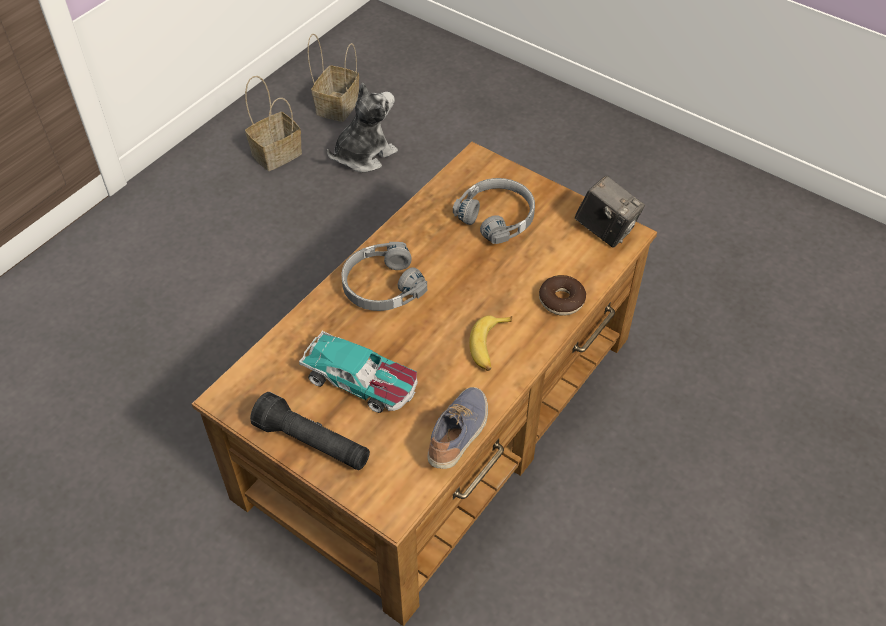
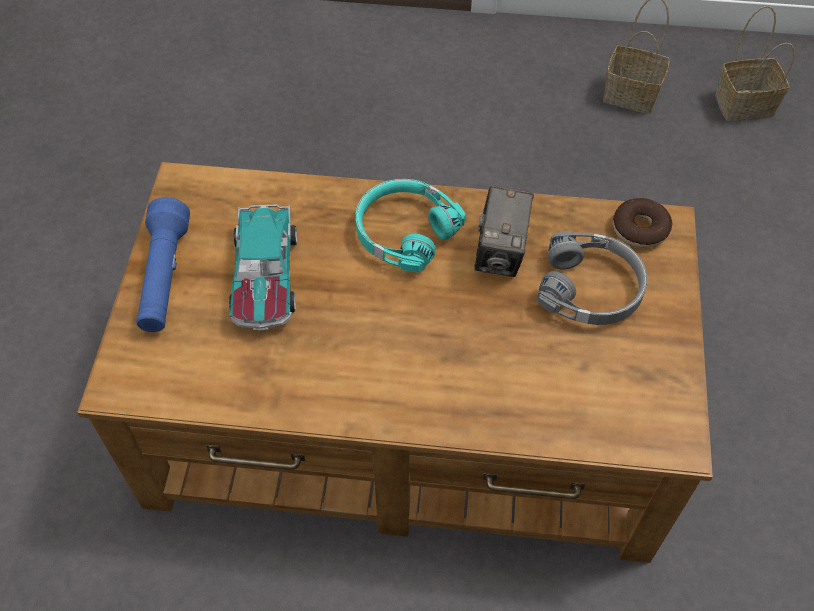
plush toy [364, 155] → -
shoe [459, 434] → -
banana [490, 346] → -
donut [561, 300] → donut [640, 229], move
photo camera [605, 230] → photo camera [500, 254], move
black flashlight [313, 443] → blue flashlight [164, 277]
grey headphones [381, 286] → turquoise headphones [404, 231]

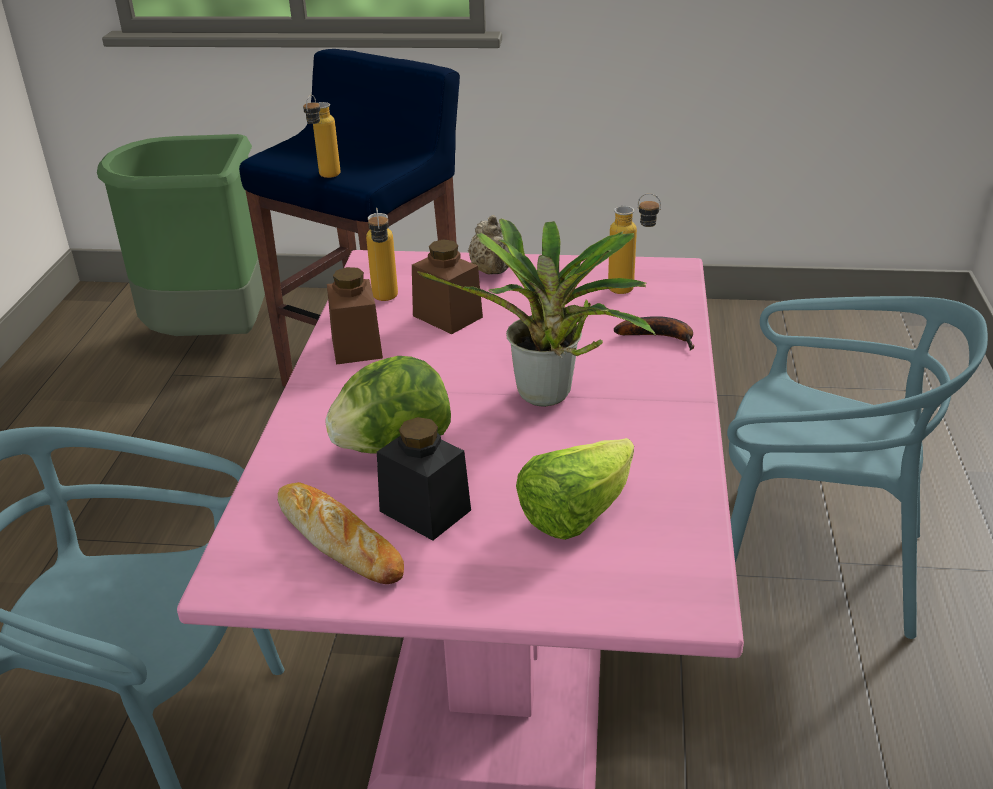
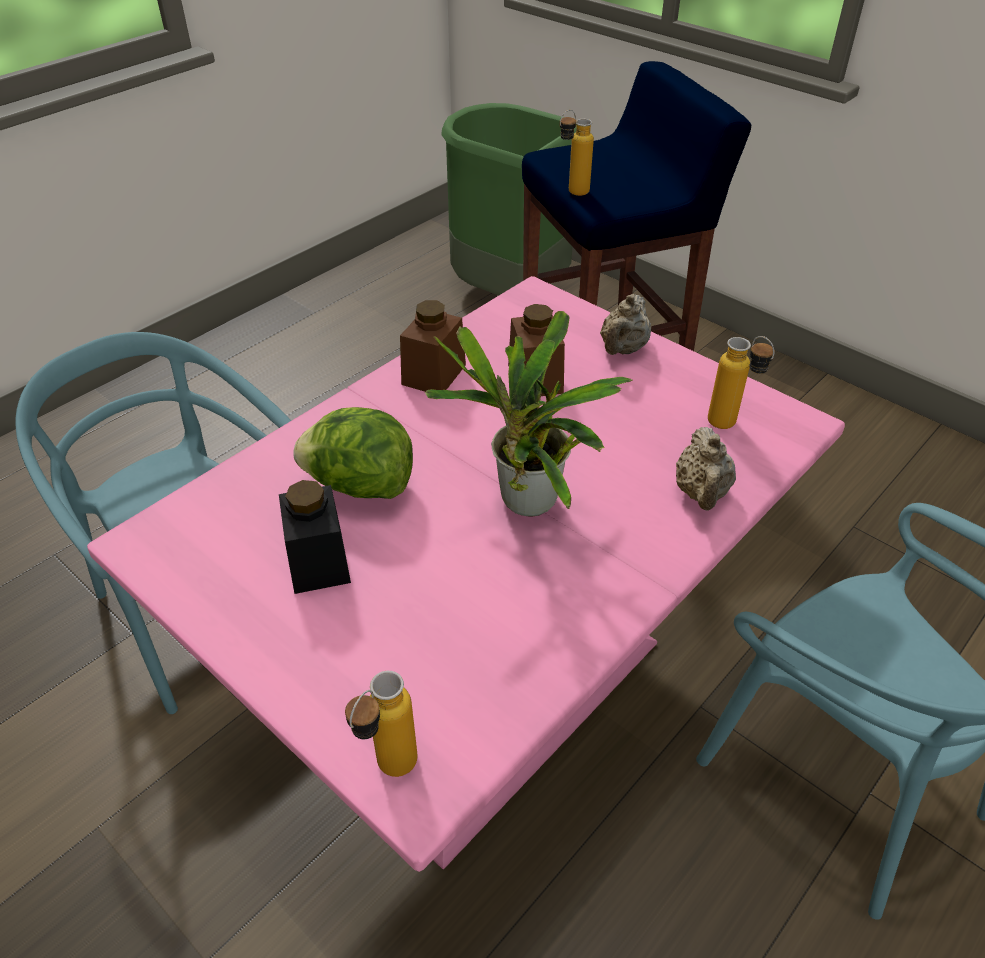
bread [339, 539] → -
lettuce [576, 513] → -
bottle [385, 301] → bottle [388, 774], move
banana [660, 337] → beige teapot [701, 493]

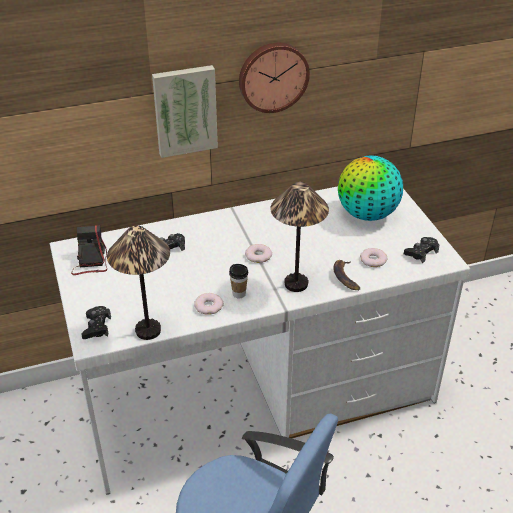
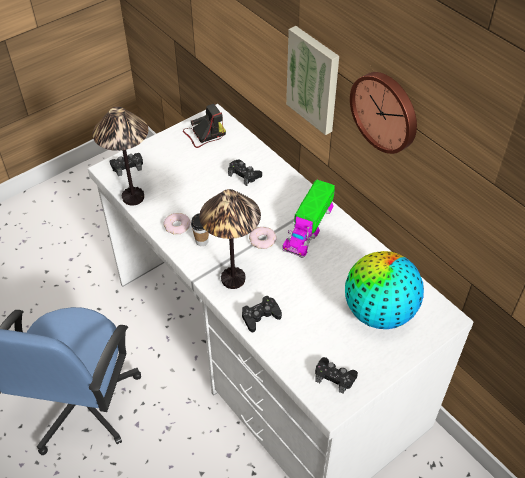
donut [373, 260] → -
- → toy truck [308, 228]
banana [345, 277] → black game controller [260, 316]

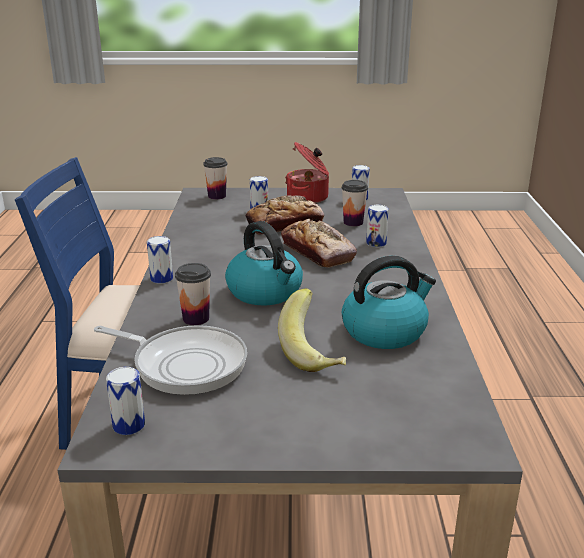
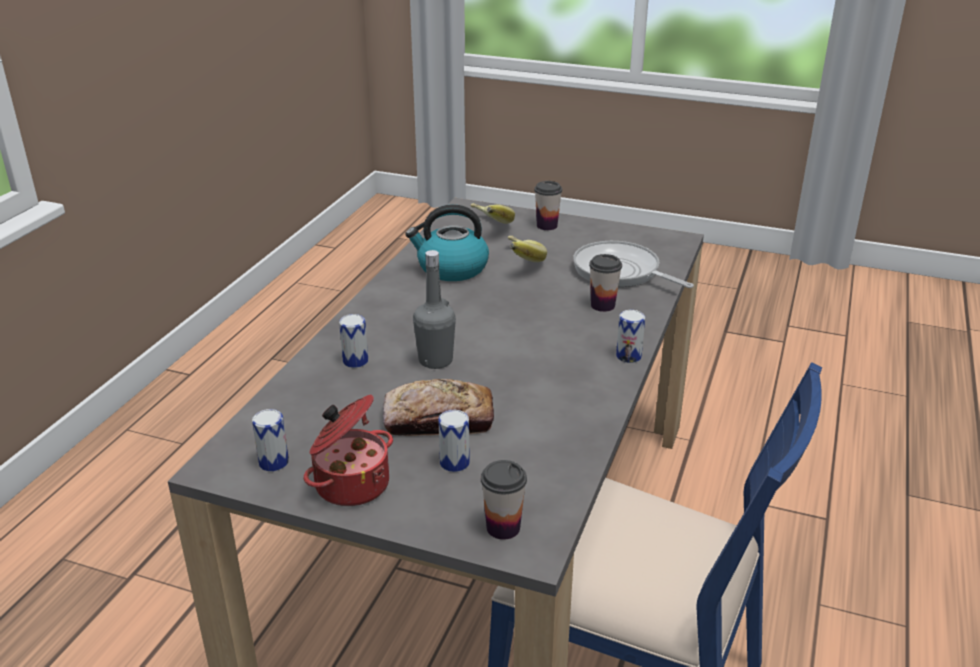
can [129, 425] → -
kettle [265, 292] → -
- → banana [487, 227]
cup [353, 222] → cup [547, 226], move
bread [317, 252] → grey bottle [435, 360]

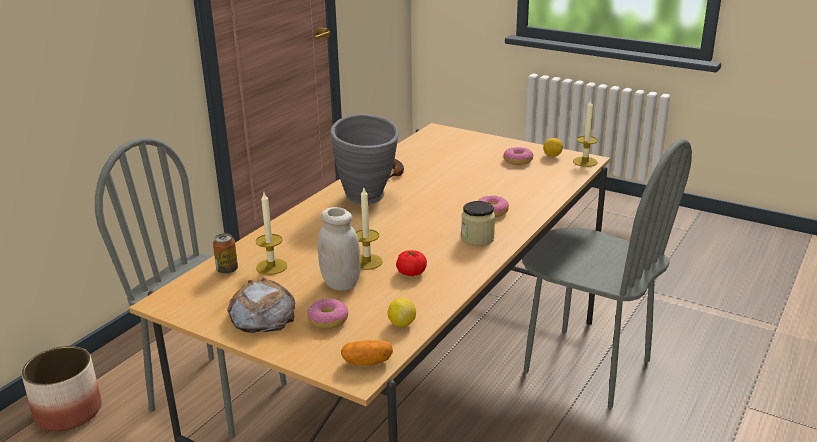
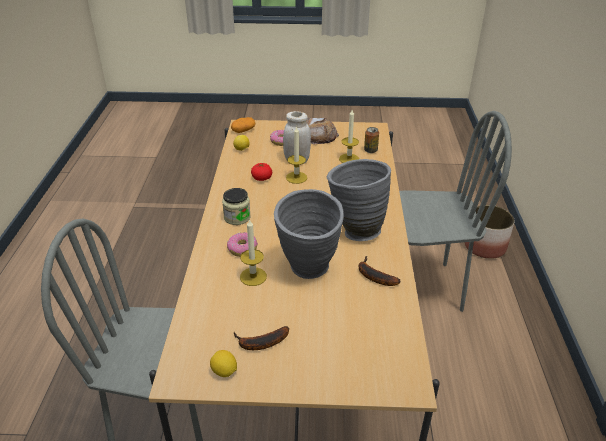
- → grey vase [309, 272]
candle [585, 162] → candle [253, 276], move
donut [518, 161] → banana [260, 343]

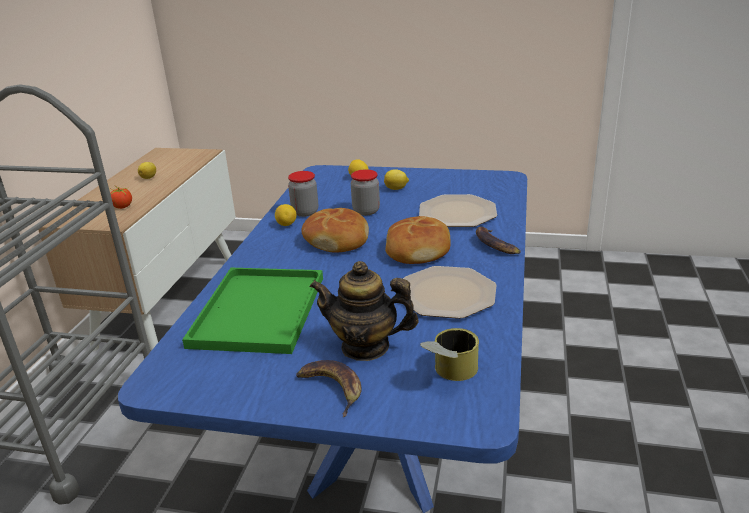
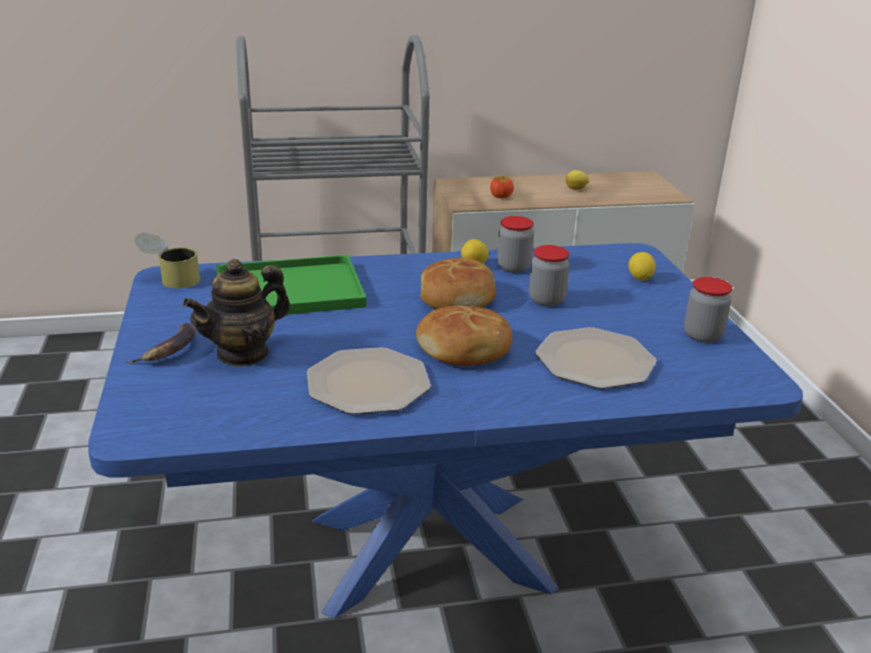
lemon [396, 189] → -
banana [494, 245] → -
- → jar [702, 335]
can [448, 374] → can [170, 279], move
teapot [365, 346] → teapot [243, 353], 120 degrees counterclockwise

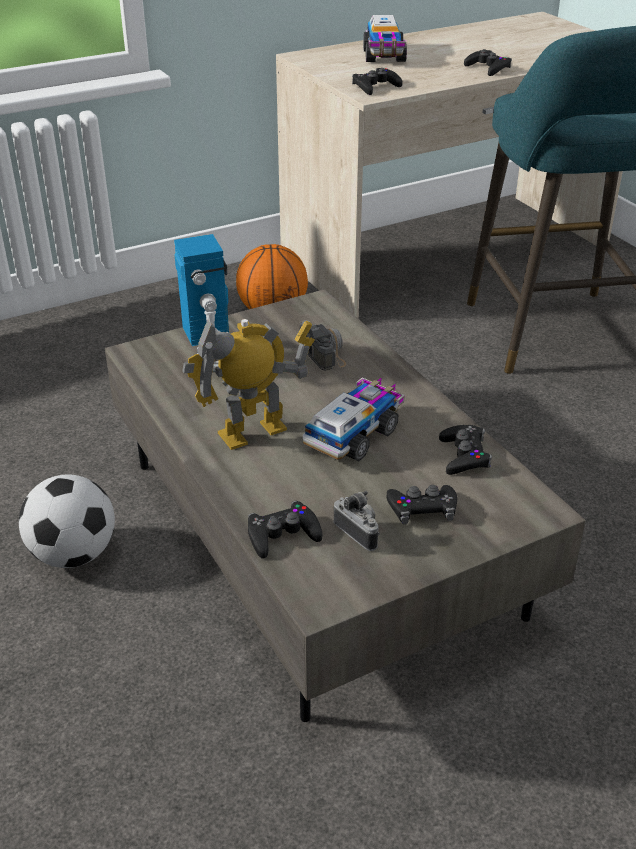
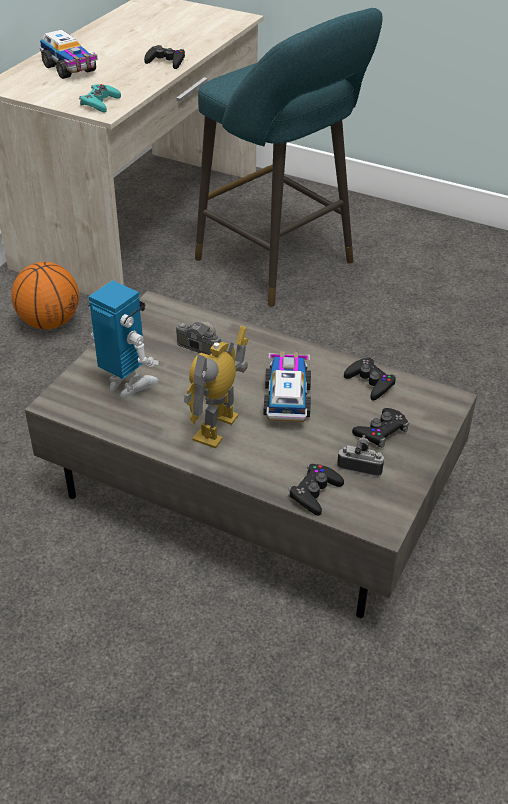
football [74, 554] → -
black game controller [375, 87] → turquoise game controller [100, 103]

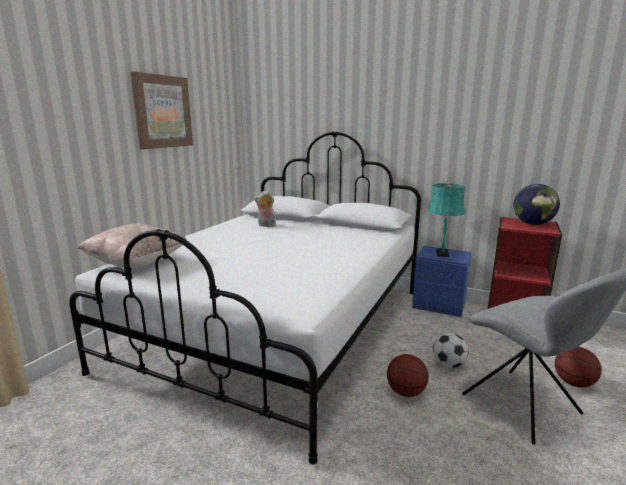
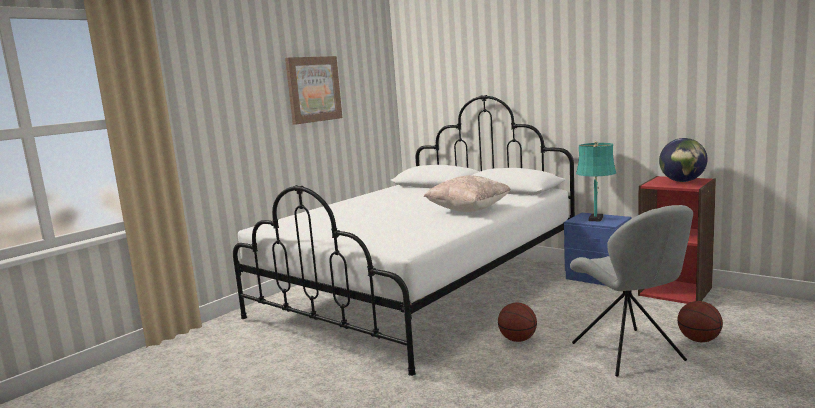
plush toy [266, 225] → -
football [448, 364] → -
beige pillow [137, 263] → beige pillow [468, 210], move

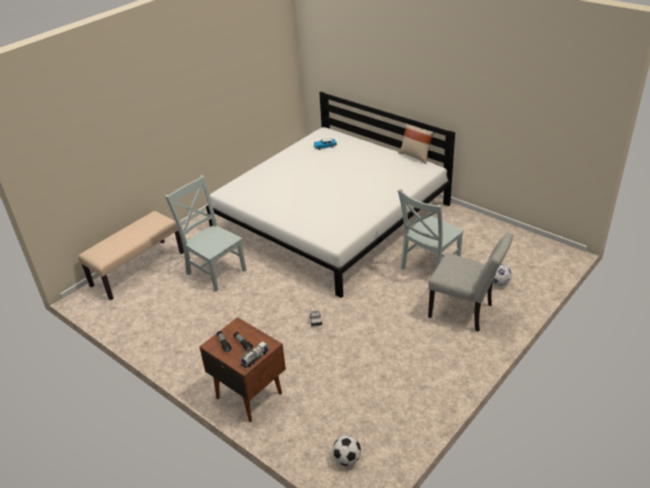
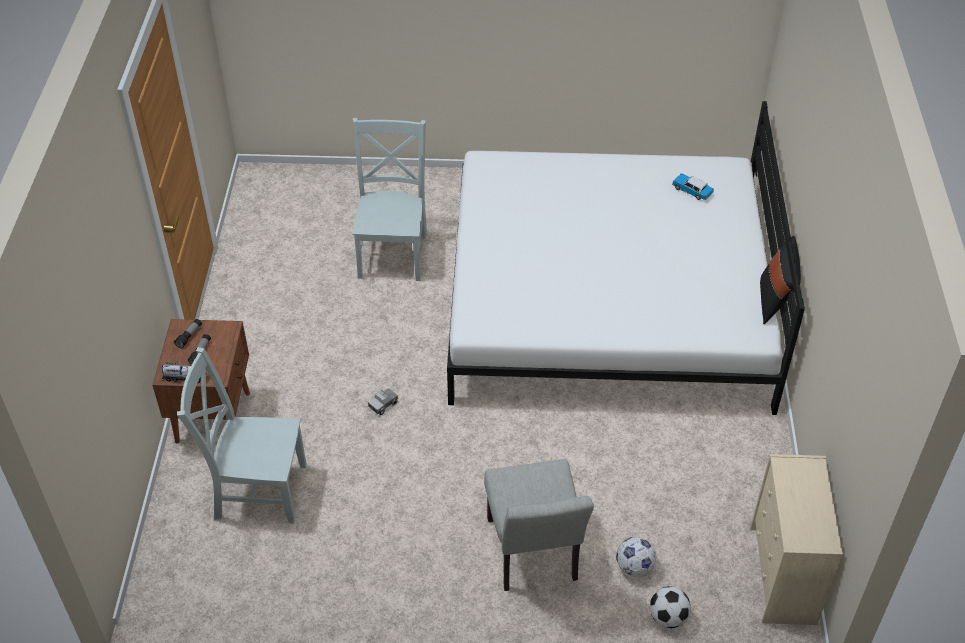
beige bench [138, 269] → -
- → beige dresser [782, 576]
football [347, 459] → football [668, 617], move
grey chair [428, 267] → grey chair [256, 490], move
beige pillow [416, 156] → black pillow [774, 301]

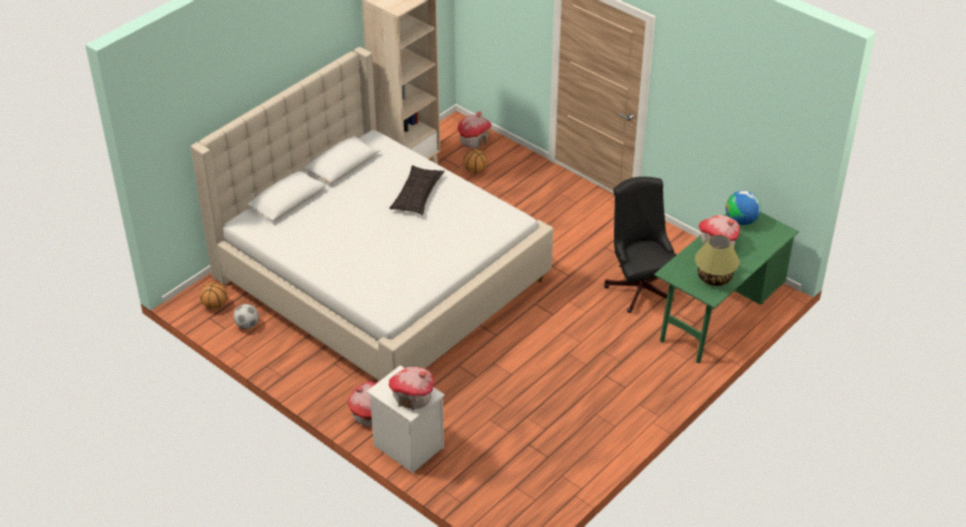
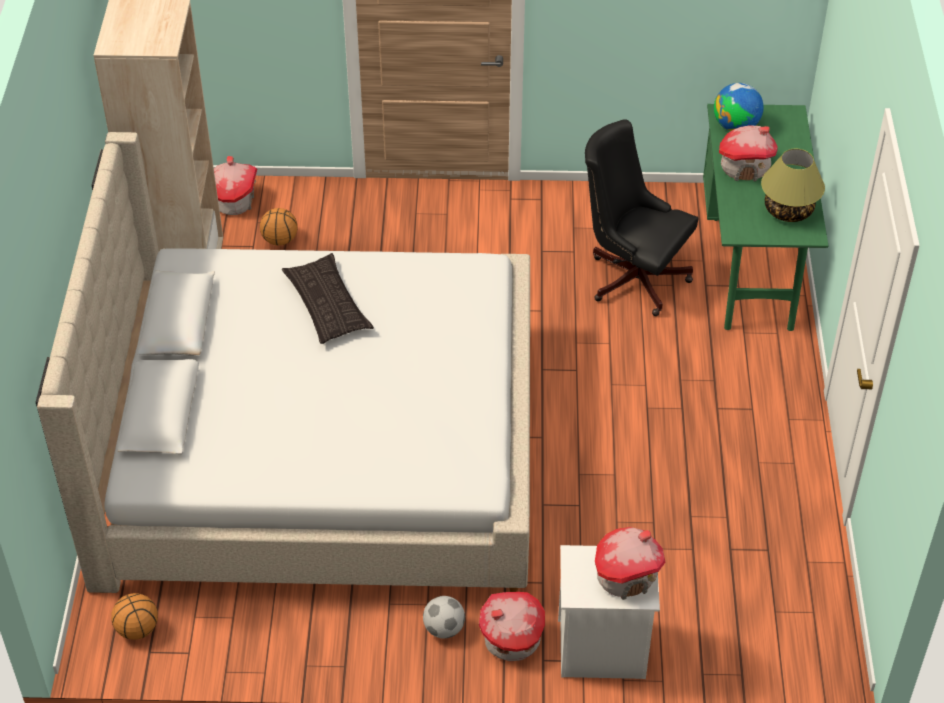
football [247, 325] → football [444, 629], move

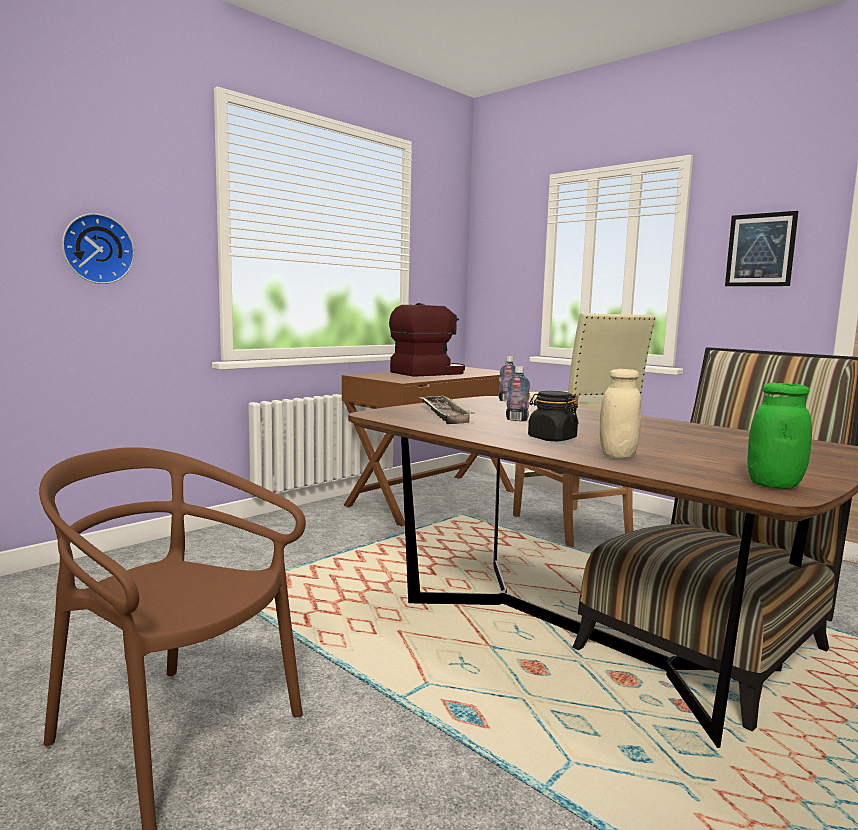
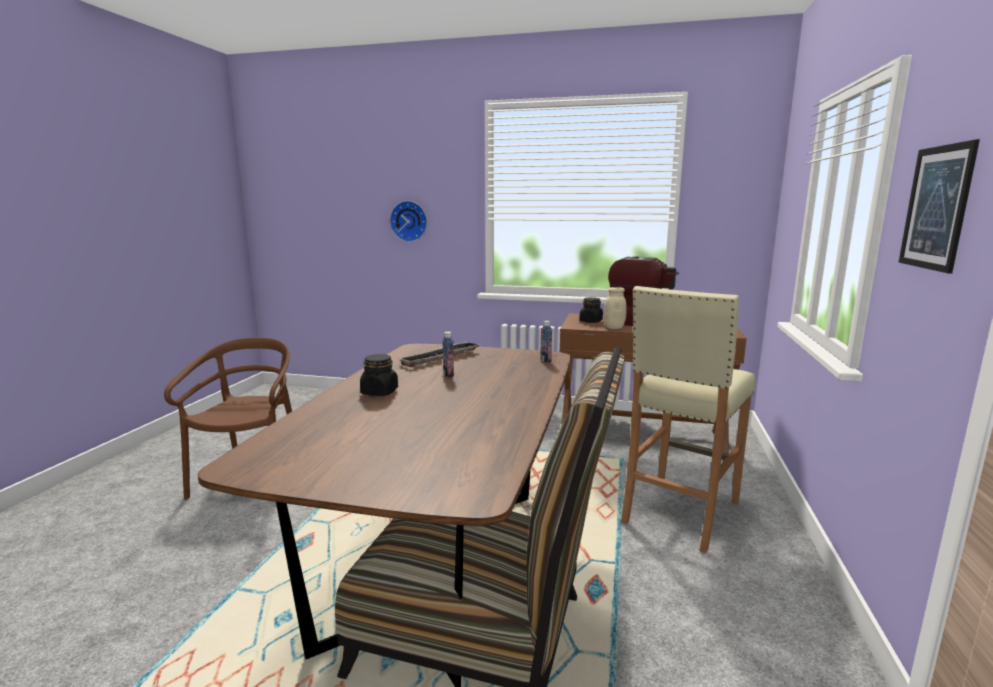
green jar [774, 485] → -
- → black jar [591, 321]
beige jar [617, 456] → beige jar [614, 328], move

